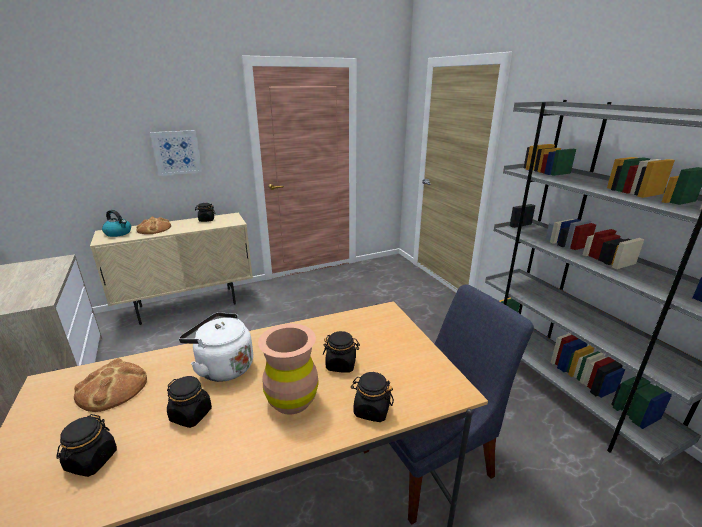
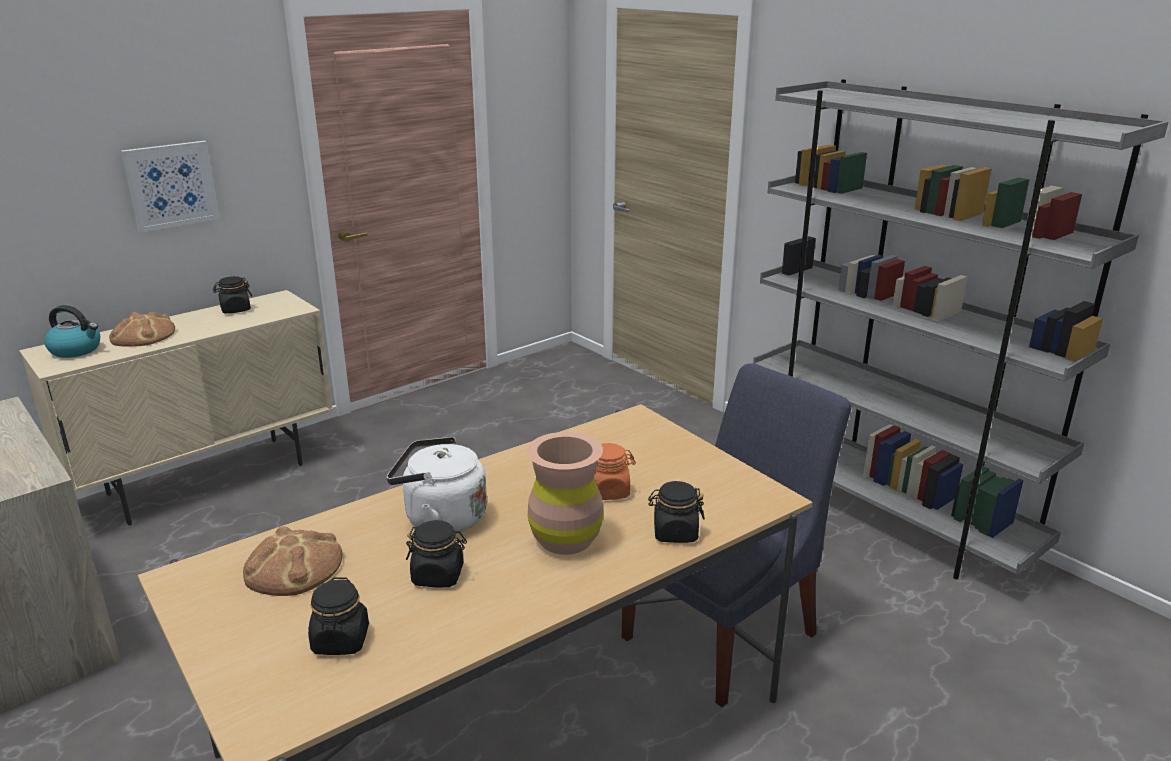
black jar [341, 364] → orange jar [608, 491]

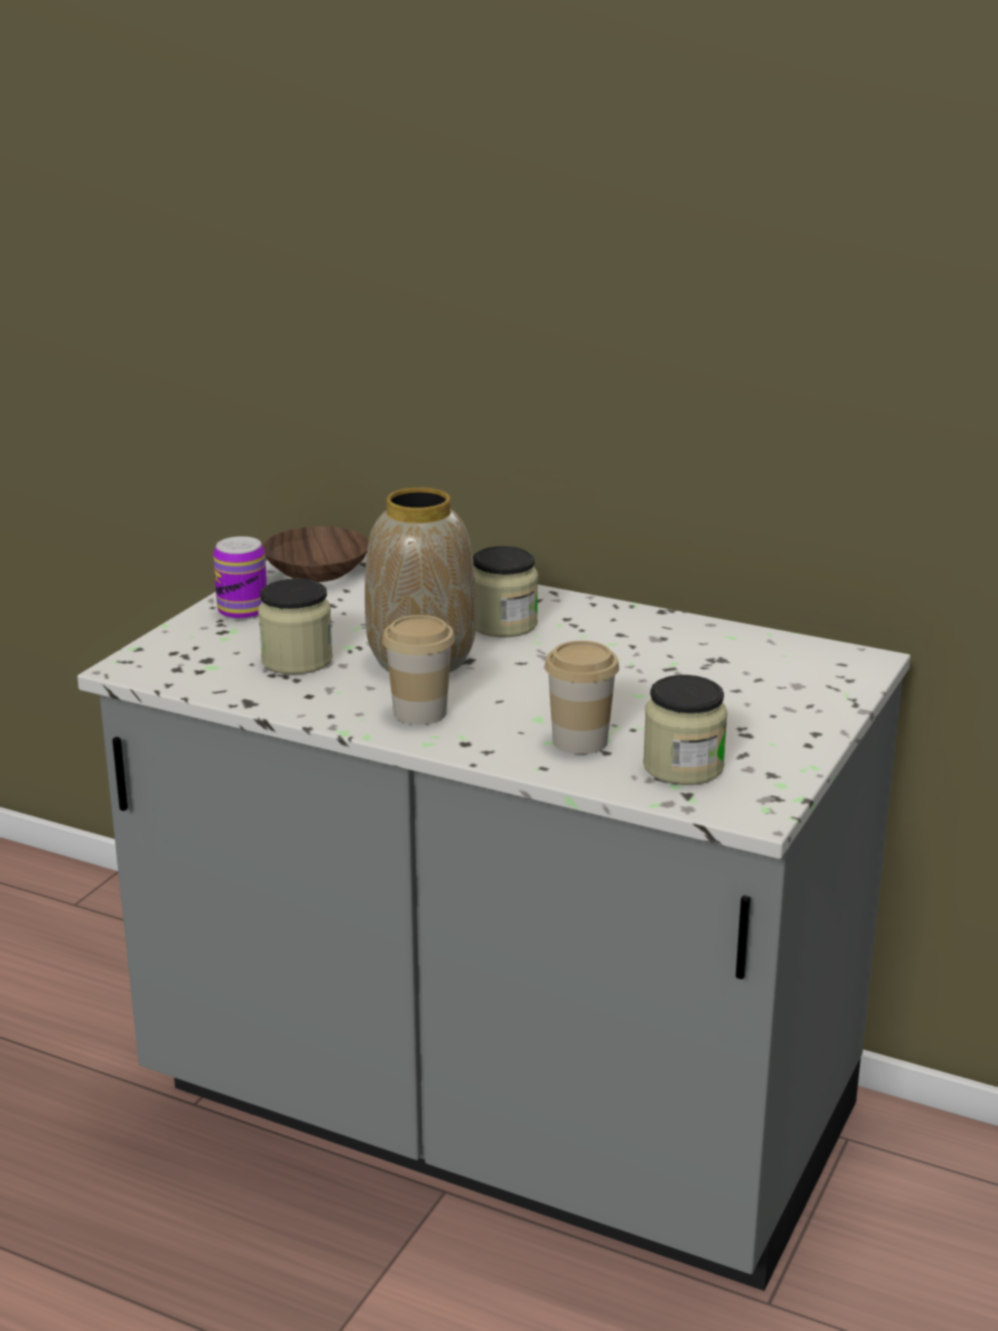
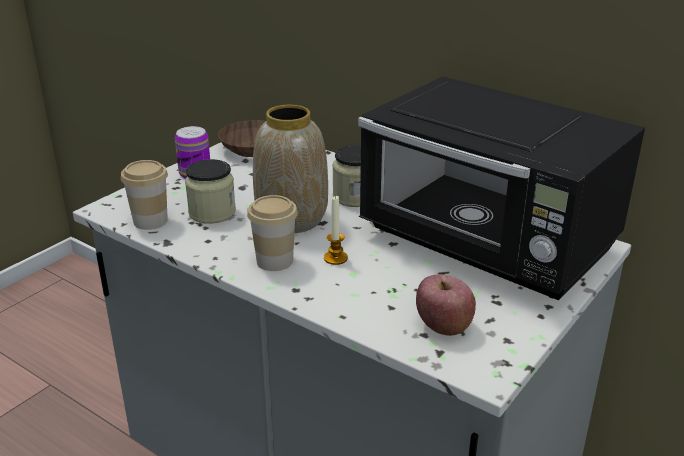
- → candle [335, 258]
- → black microwave [488, 246]
cup [580, 741] → cup [150, 221], move
jar [683, 767] → apple [443, 326]

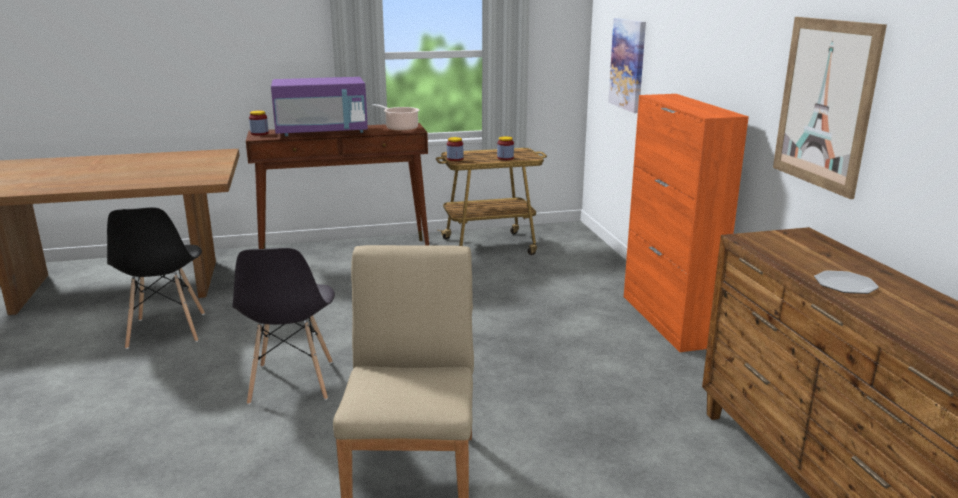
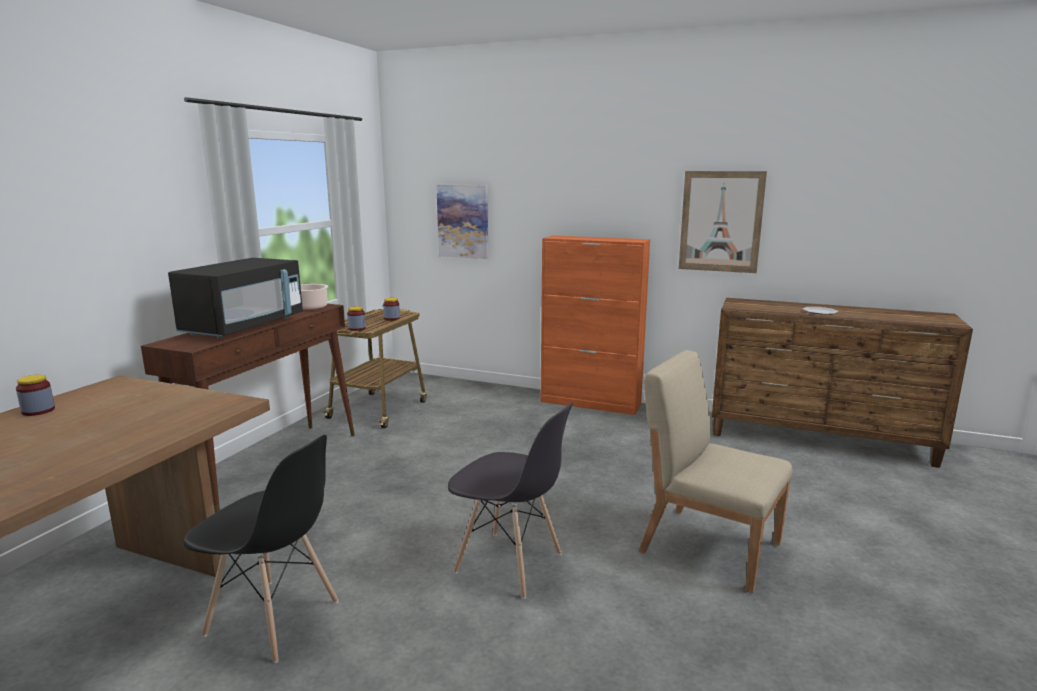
jar [259, 133] → jar [38, 411], move
purple microwave [322, 132] → black microwave [244, 326]

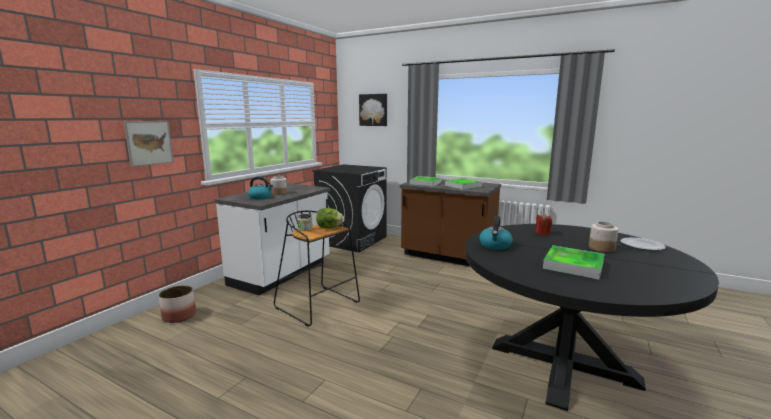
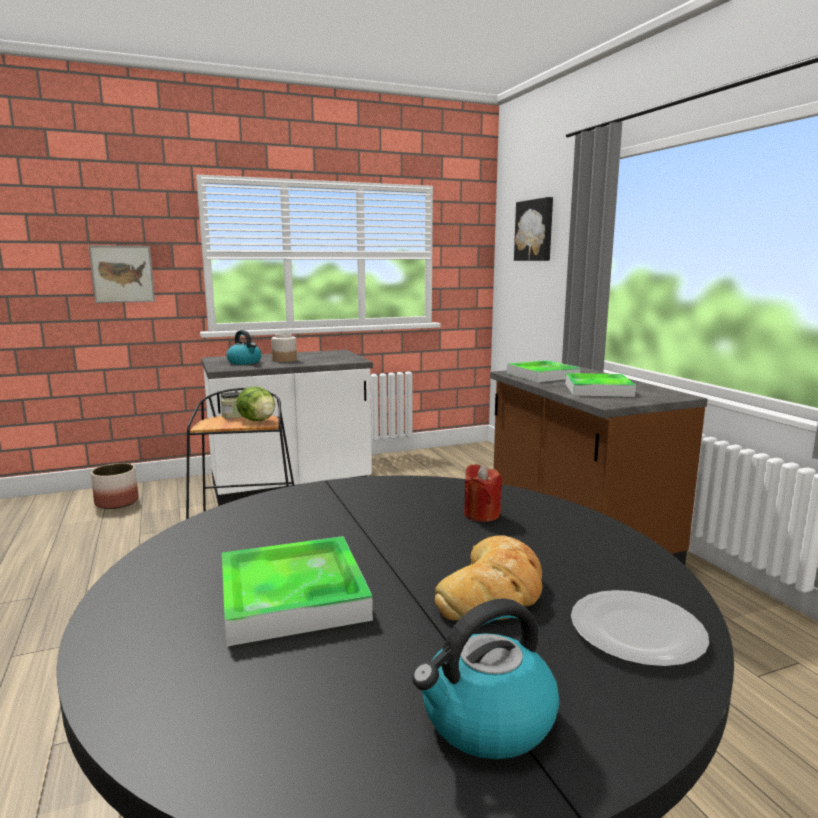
black washing machine [352, 240] → -
kettle [495, 245] → kettle [486, 720], move
jar [601, 248] → bread [495, 590]

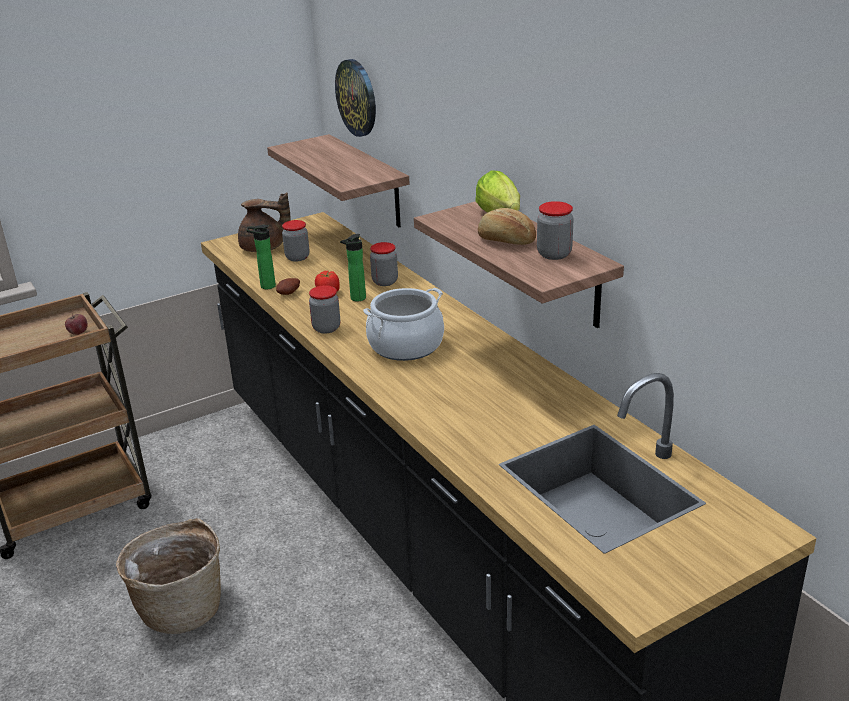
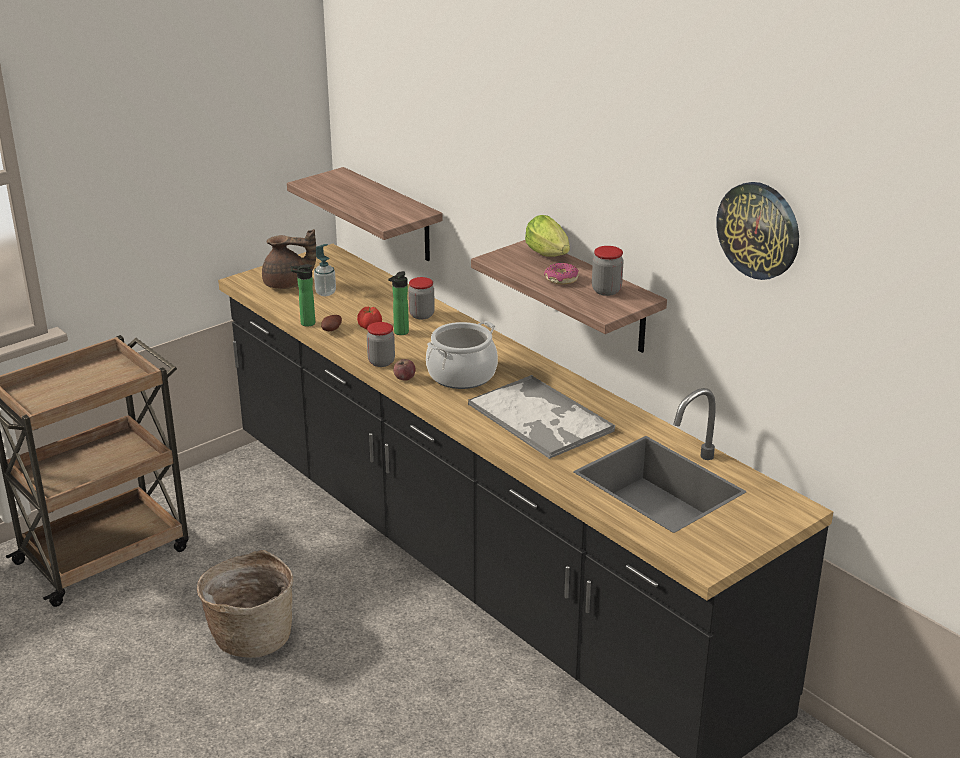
- → tray [541, 418]
apple [78, 332] → apple [404, 378], move
wall clock [357, 97] → wall clock [759, 230], move
jar [297, 257] → soap dispenser [325, 293]
bread [506, 241] → donut [561, 279]

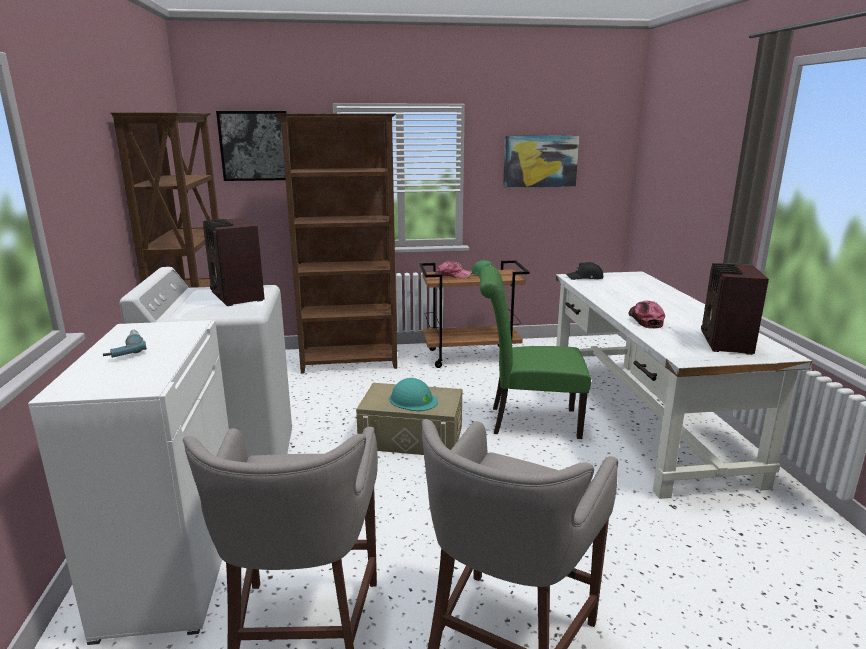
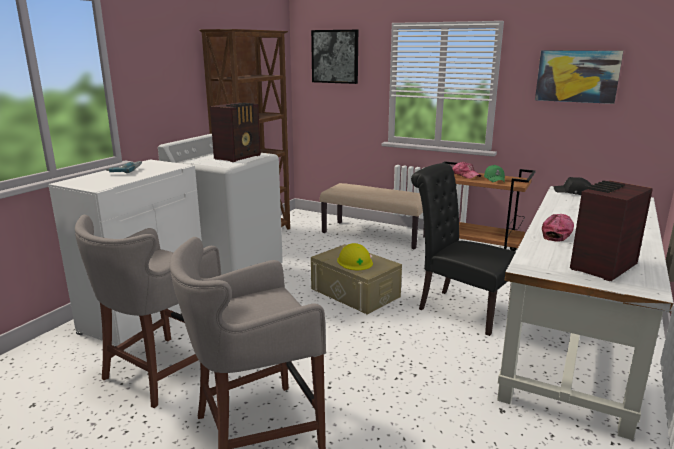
brown bookcase [350, 363] → beige bench [374, 235]
turquoise hard hat [413, 400] → yellow hard hat [355, 261]
green chair [528, 421] → black chair [459, 309]
radio [236, 297] → radio [239, 157], 150 degrees counterclockwise

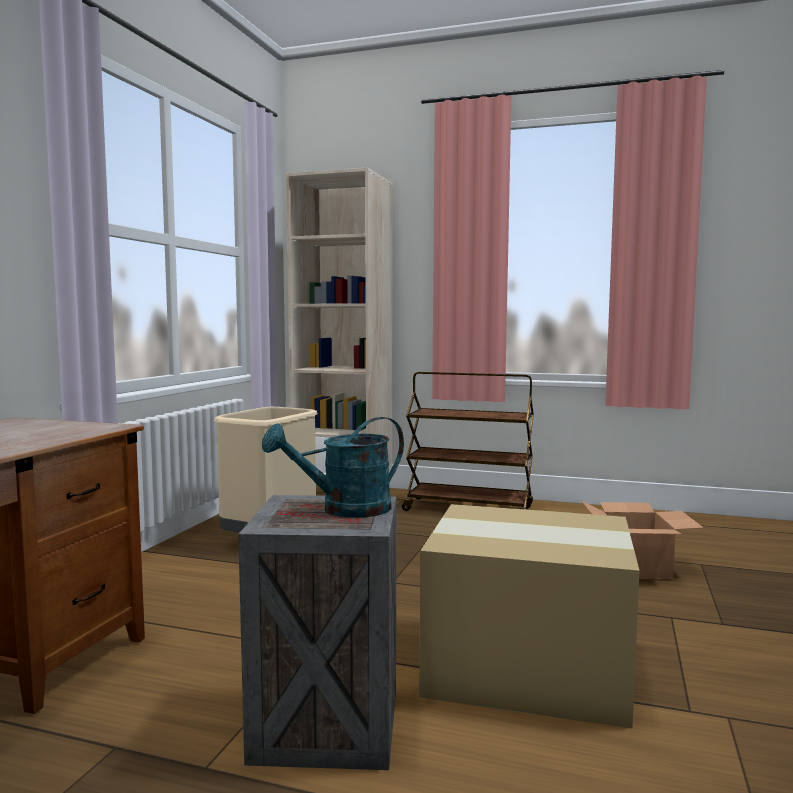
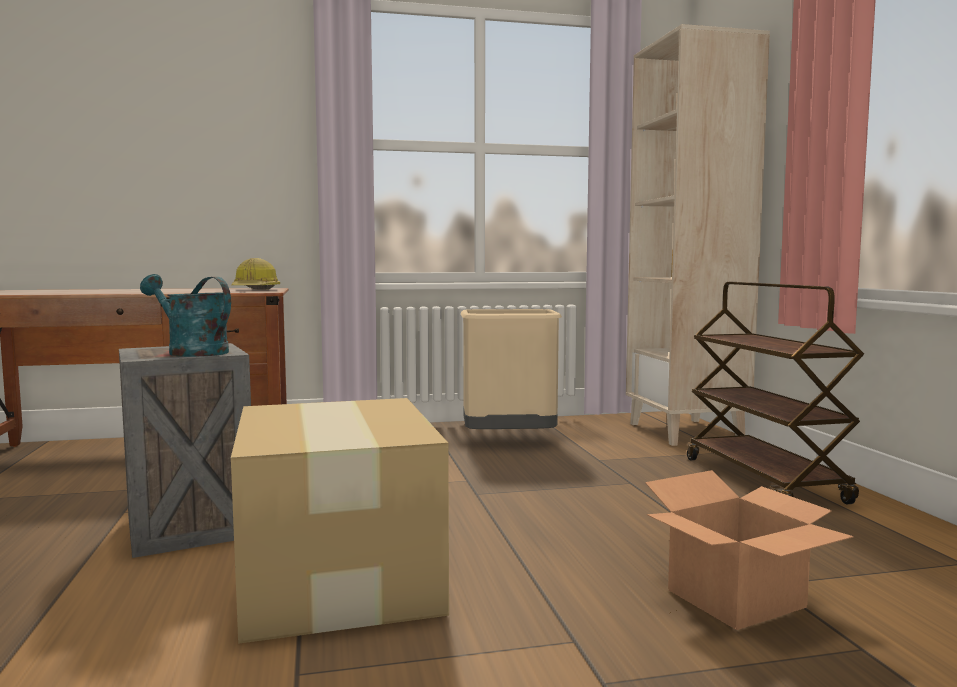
- → hard hat [255, 290]

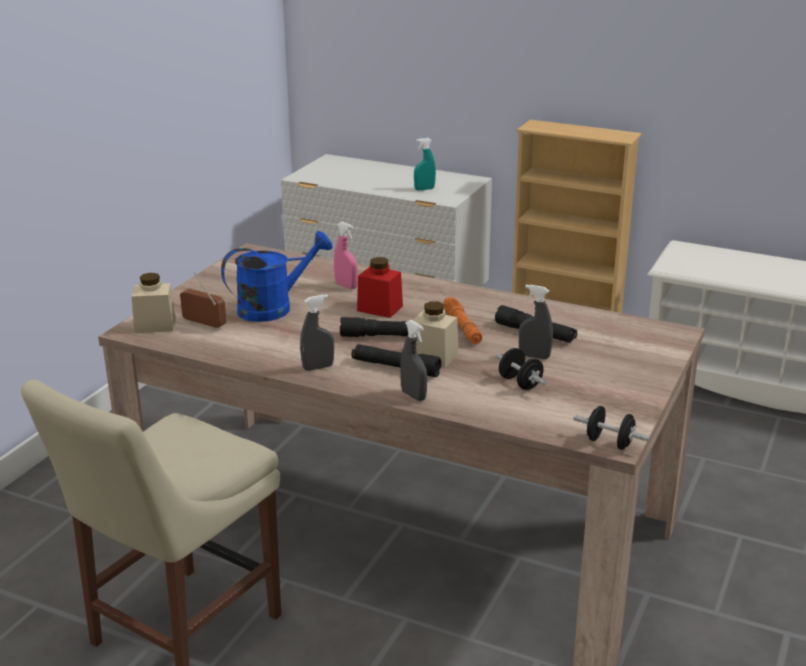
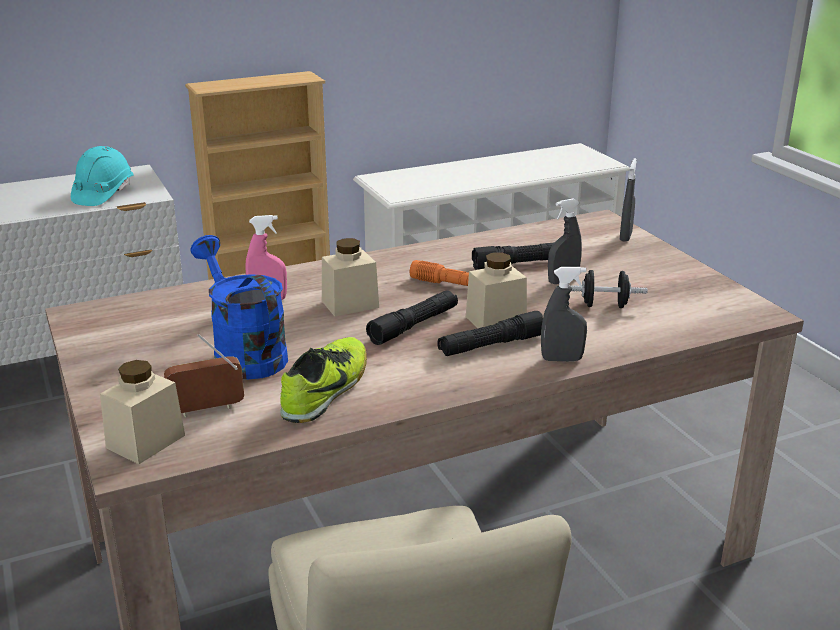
black dumbbell [609, 443] → -
- → shoe [327, 390]
grey spray bottle [318, 367] → grey spray bottle [625, 237], move
turquoise spray bottle [424, 189] → turquoise hard hat [103, 194]
red jar [380, 308] → beige jar [350, 304]
blue watering can [274, 308] → blue watering can [243, 353], 45 degrees counterclockwise

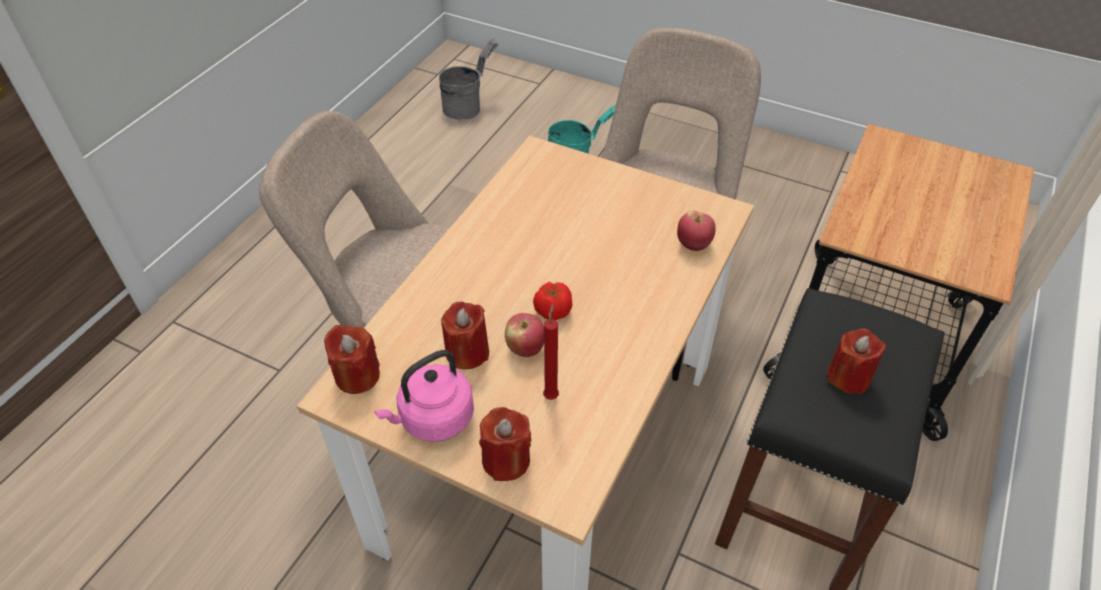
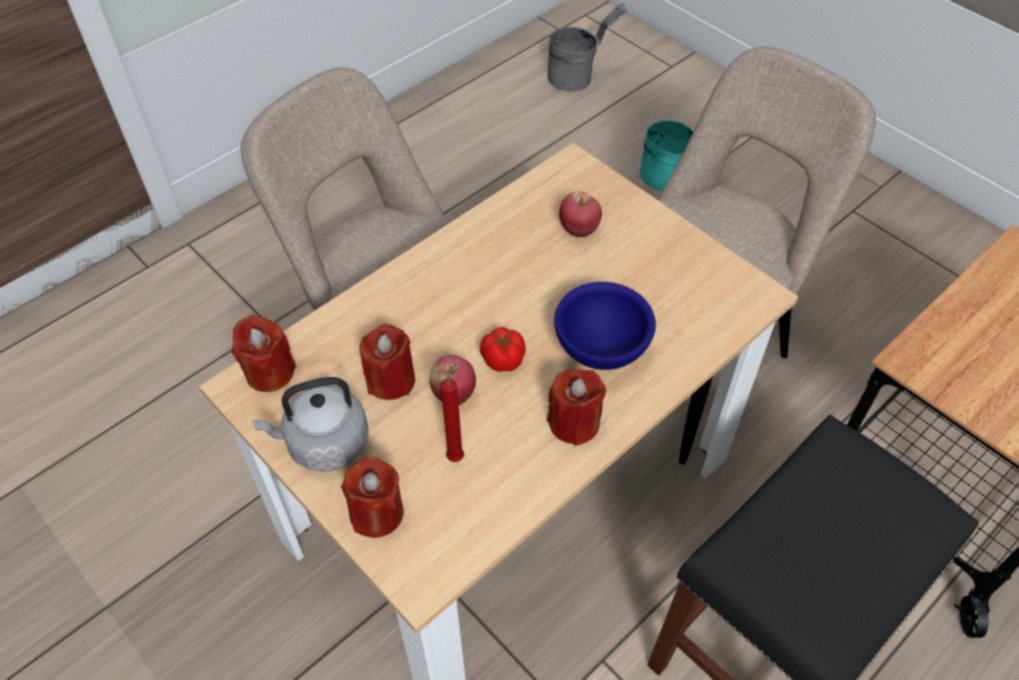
- → blue bowl [601, 347]
apple [693, 245] → apple [579, 230], move
red candle [848, 377] → red candle [574, 423], move
pink kettle [433, 419] → grey kettle [324, 444]

